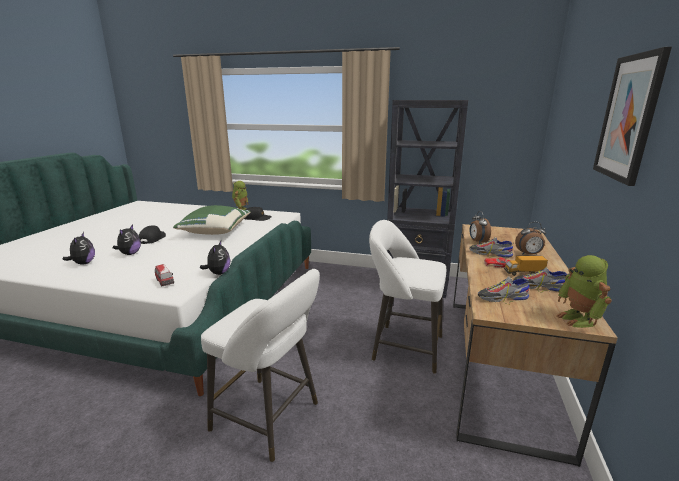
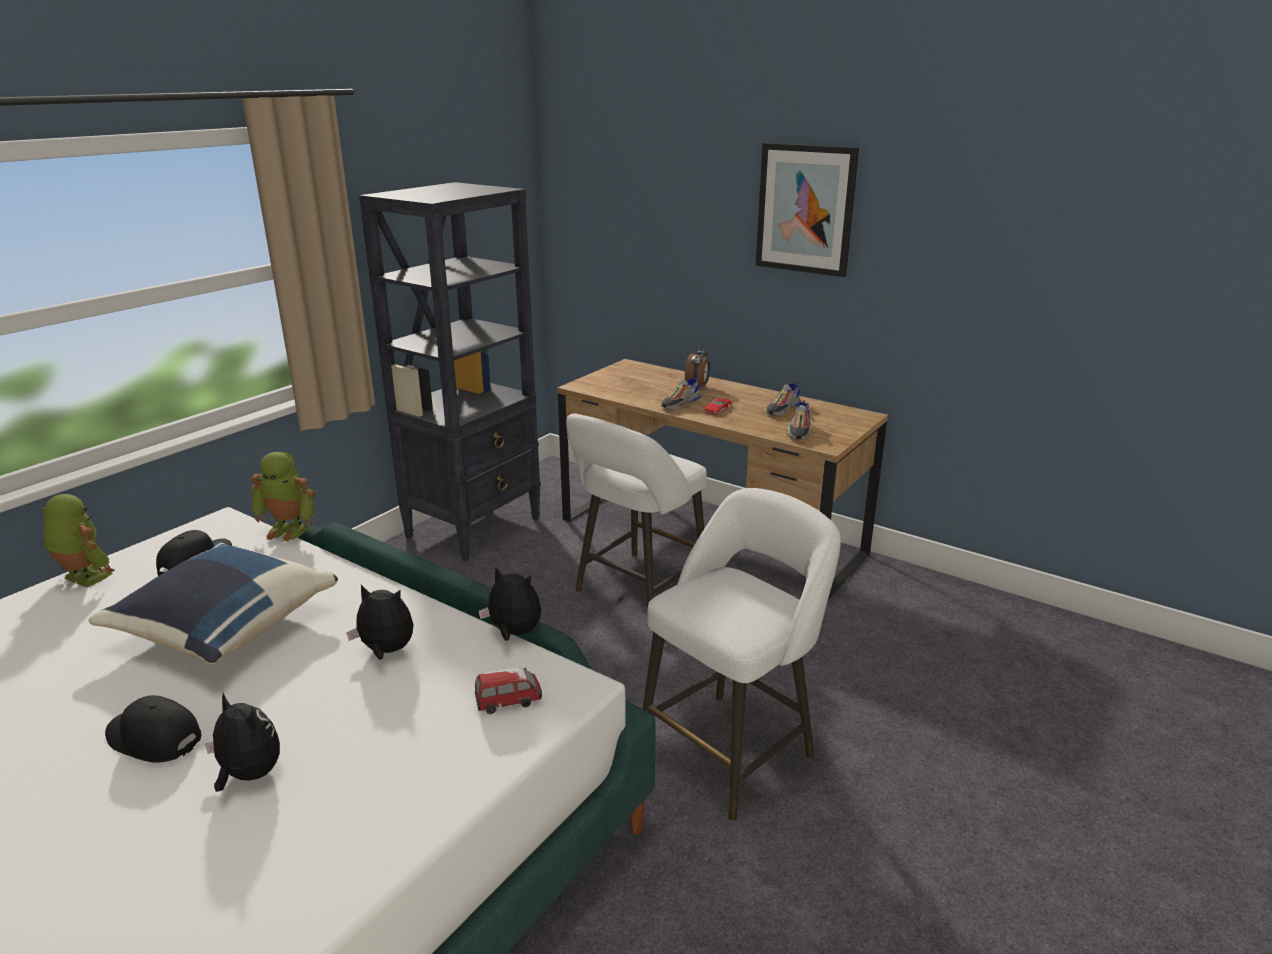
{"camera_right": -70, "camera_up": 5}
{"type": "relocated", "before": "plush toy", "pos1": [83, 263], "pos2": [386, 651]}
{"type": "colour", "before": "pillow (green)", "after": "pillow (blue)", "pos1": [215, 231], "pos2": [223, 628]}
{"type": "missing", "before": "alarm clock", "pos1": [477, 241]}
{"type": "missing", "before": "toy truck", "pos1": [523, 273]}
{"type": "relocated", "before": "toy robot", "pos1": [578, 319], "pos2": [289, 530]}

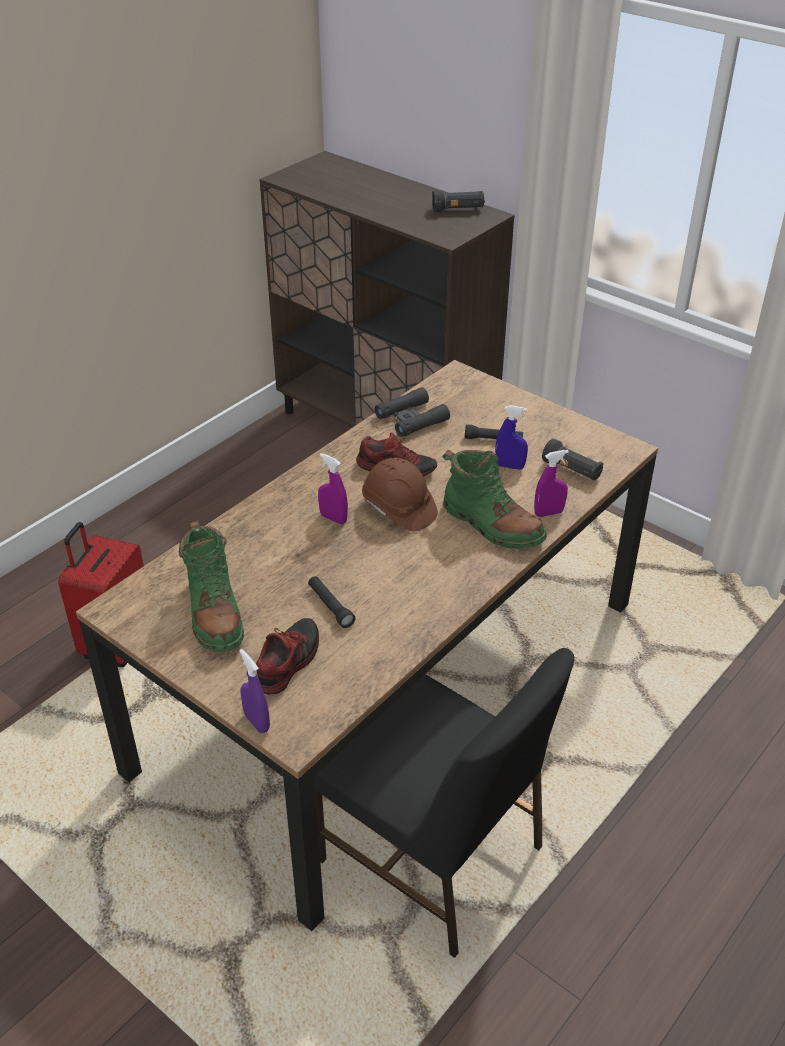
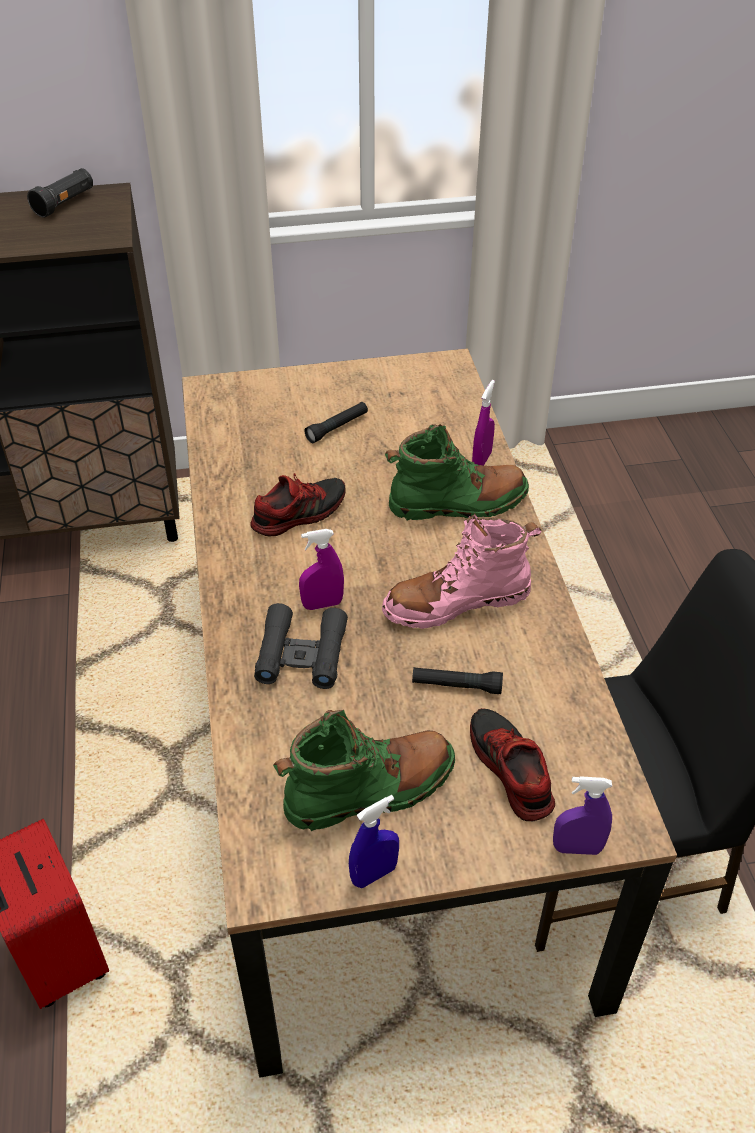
{"camera_right": -50, "camera_up": 5}
{"type": "spun", "before": "boot (green)", "pos1": [214, 613], "pos2": [370, 790], "turn": -45}
{"type": "missing", "before": "hard hat (brown)", "pos1": [398, 509]}
{"type": "relocated", "before": "binoculars (black)", "pos1": [411, 419], "pos2": [301, 654]}
{"type": "relocated", "before": "spray bottle (blue)", "pos1": [510, 466], "pos2": [374, 874]}
{"type": "missing", "before": "flashlight (black)", "pos1": [572, 471]}
{"type": "appeared", "after": "boot (pink)", "pos2": [456, 602]}

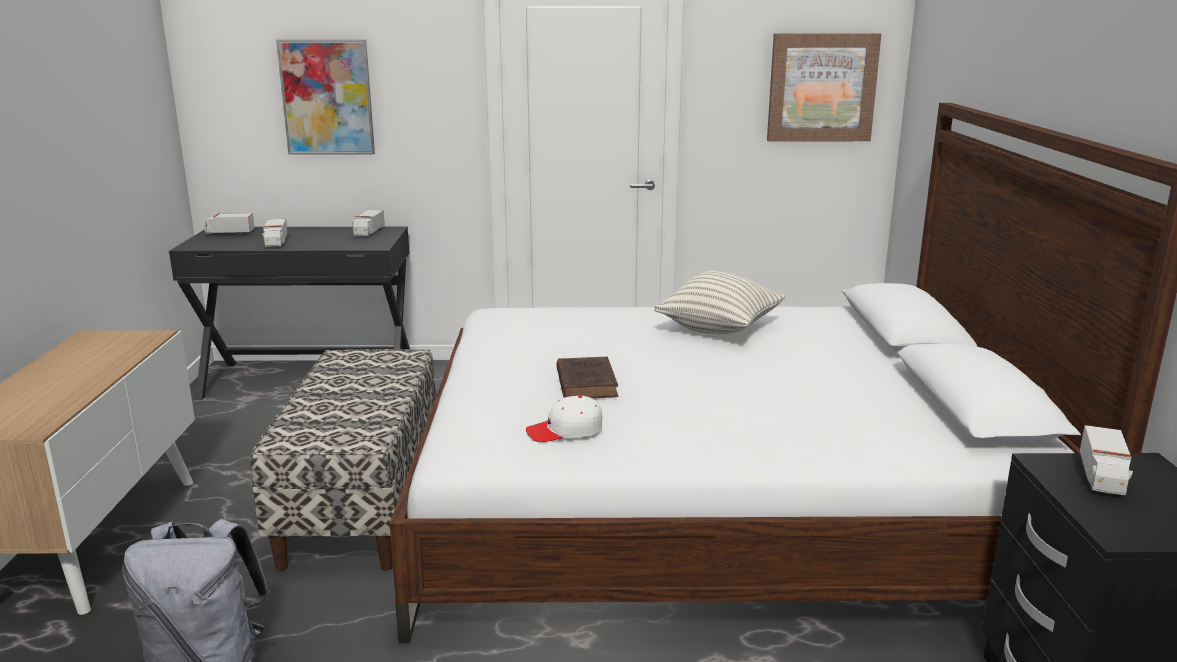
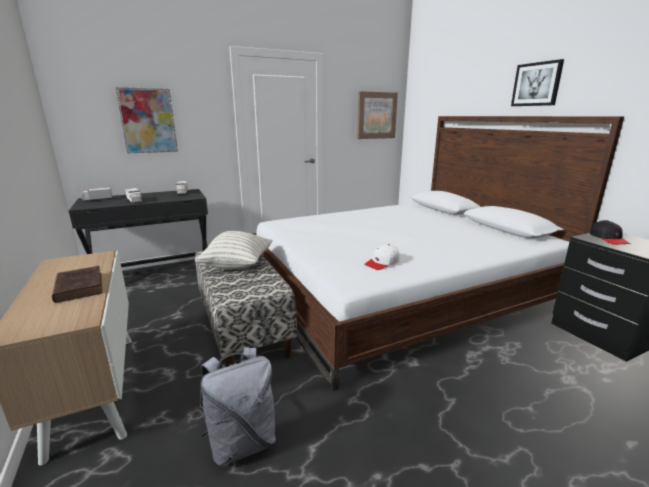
{"camera_right": -25, "camera_up": 0}
{"type": "relocated", "before": "book (brown)", "pos1": [586, 382], "pos2": [79, 286]}
{"type": "relocated", "before": "pillow", "pos1": [719, 330], "pos2": [237, 265]}
{"type": "exchanged", "before": "toy truck", "after": "cap (black)", "pos1": [1102, 477], "pos2": [608, 239]}
{"type": "appeared", "after": "picture", "pos2": [536, 84]}

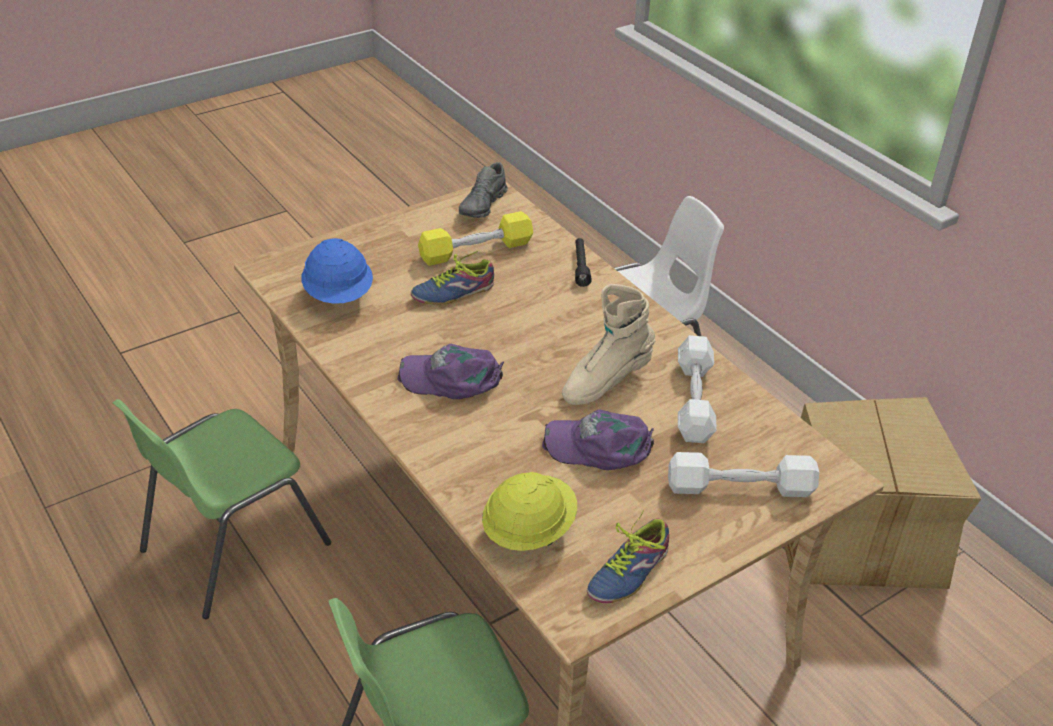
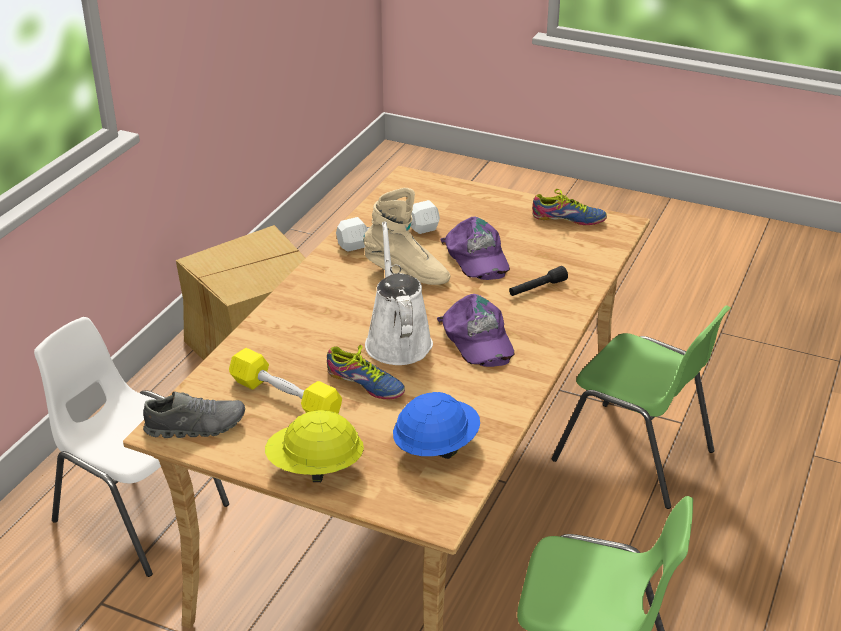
{"camera_right": -120, "camera_up": -5}
{"type": "relocated", "before": "hard hat (yellow)", "pos1": [528, 530], "pos2": [315, 468]}
{"type": "relocated", "before": "flashlight (black)", "pos1": [581, 267], "pos2": [537, 288]}
{"type": "missing", "before": "dumbbell (white)", "pos1": [739, 488]}
{"type": "appeared", "after": "watering can (white)", "pos2": [397, 340]}

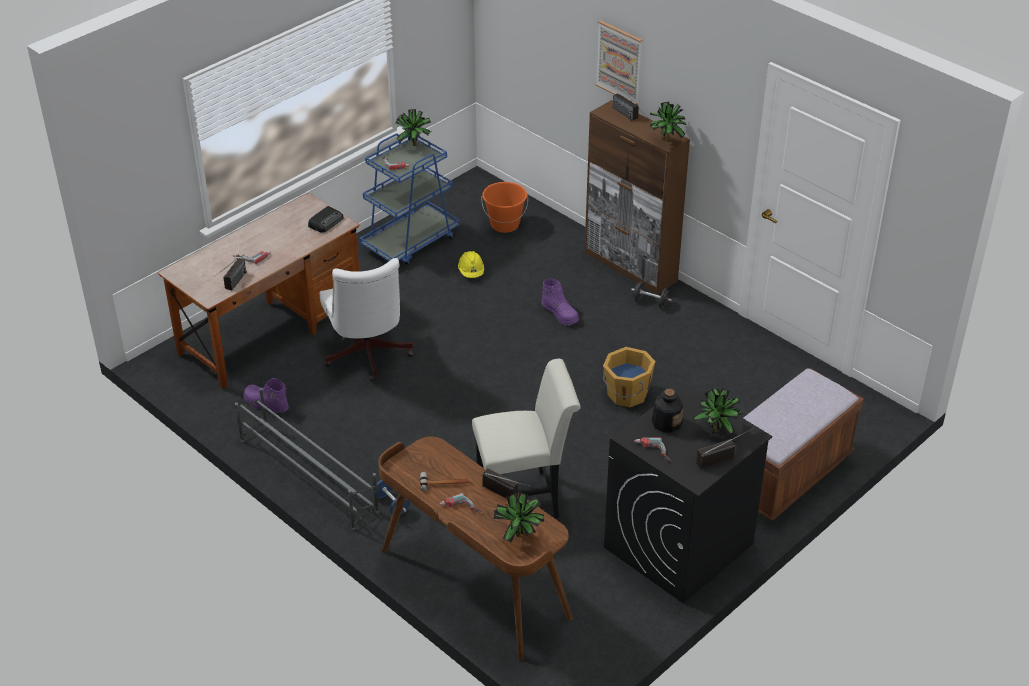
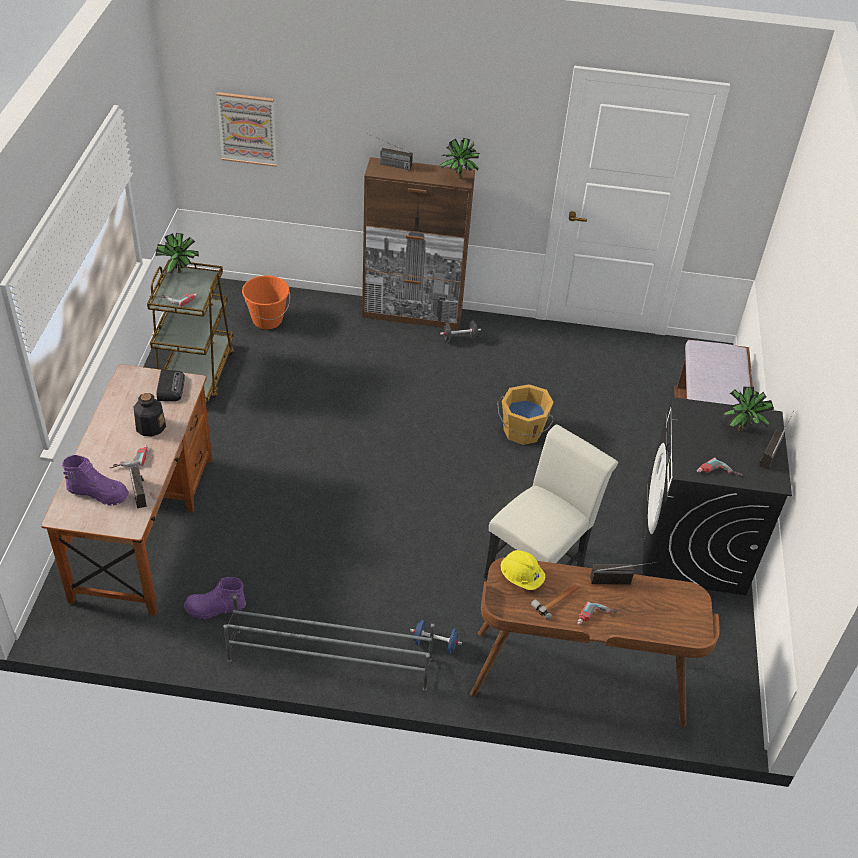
{"camera_right": -40, "camera_up": 5}
{"type": "missing", "before": "office chair (white)", "pos1": [367, 357]}
{"type": "colour", "before": "cart (blue)", "after": "cart (brown)", "pos1": [411, 242], "pos2": [196, 373]}
{"type": "relocated", "before": "hard hat (yellow)", "pos1": [471, 272], "pos2": [521, 577]}
{"type": "missing", "before": "potted plant", "pos1": [520, 537]}
{"type": "relocated", "before": "boot (purple)", "pos1": [560, 314], "pos2": [98, 493]}
{"type": "relocated", "before": "picture", "pos1": [619, 62], "pos2": [247, 129]}
{"type": "relocated", "before": "bottle", "pos1": [666, 422], "pos2": [150, 426]}

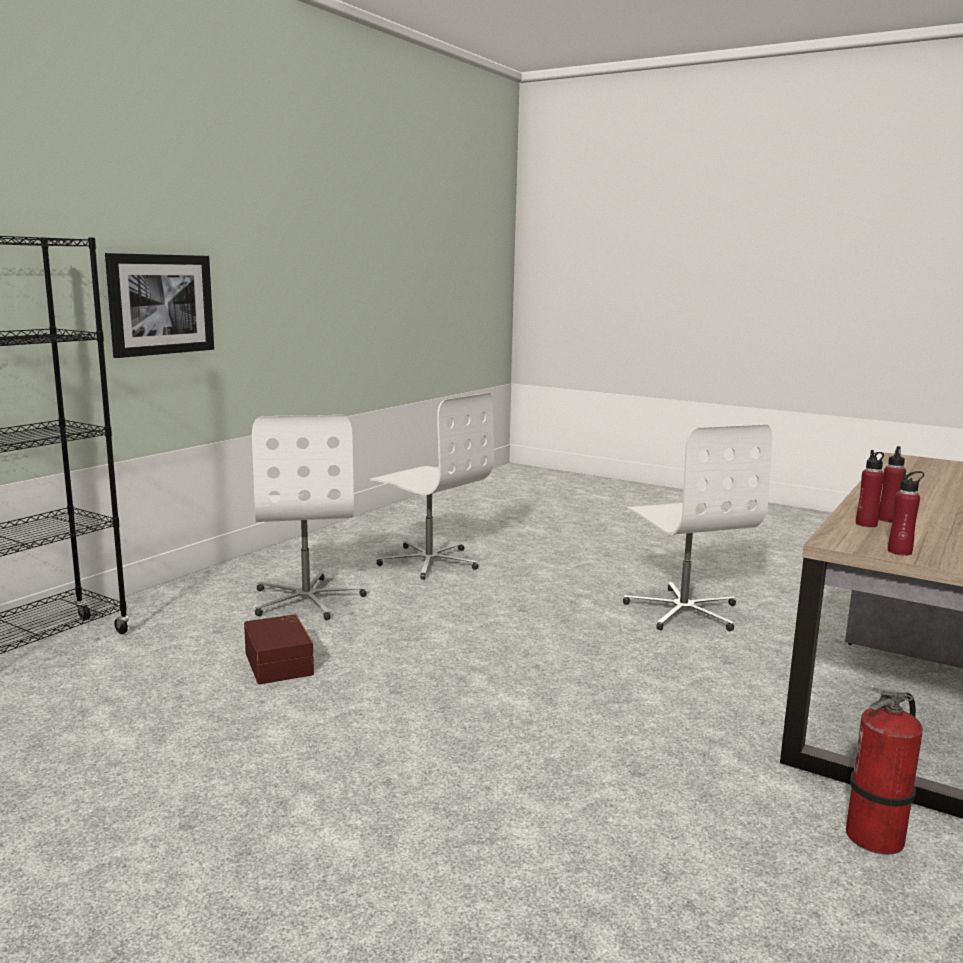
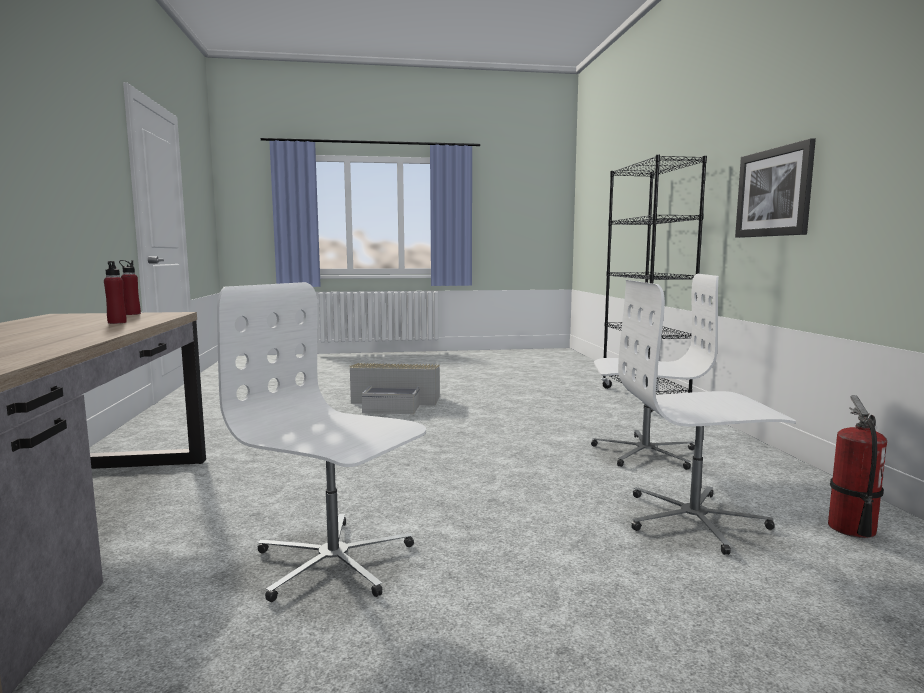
{"camera_right": 140, "camera_up": -5}
{"type": "missing", "before": "storage box (brown)", "pos1": [281, 663]}
{"type": "spun", "before": "office chair (white)", "pos1": [307, 599], "pos2": [644, 452], "turn": 150}
{"type": "relocated", "before": "fire extinguisher", "pos1": [876, 837], "pos2": [851, 529]}
{"type": "missing", "before": "bottle (red)", "pos1": [866, 524]}
{"type": "appeared", "after": "storage box (grey)", "pos2": [396, 402]}

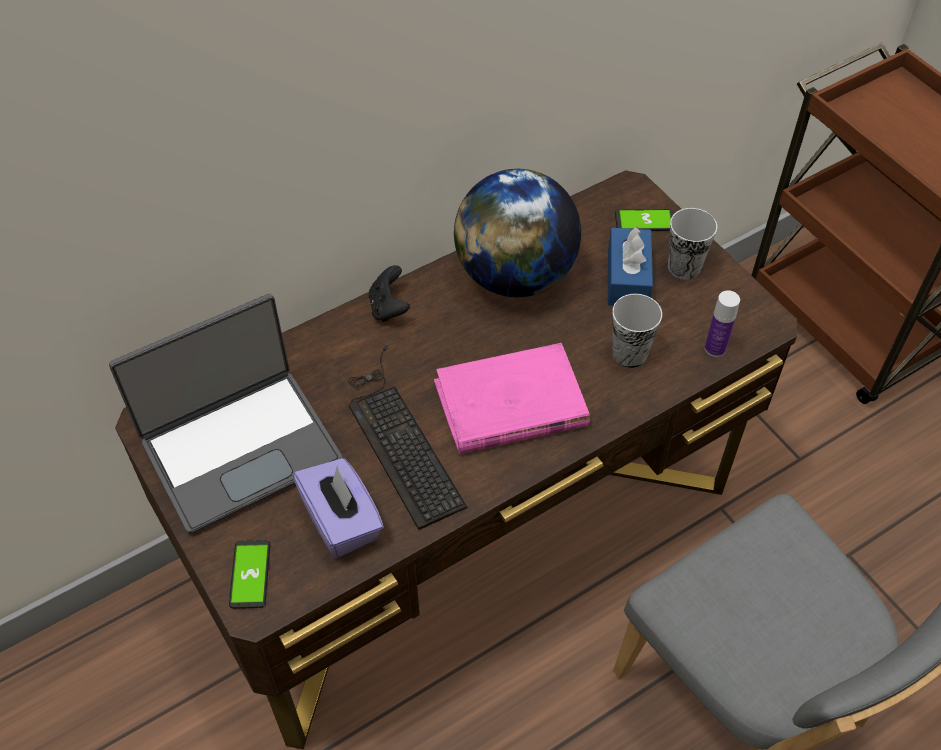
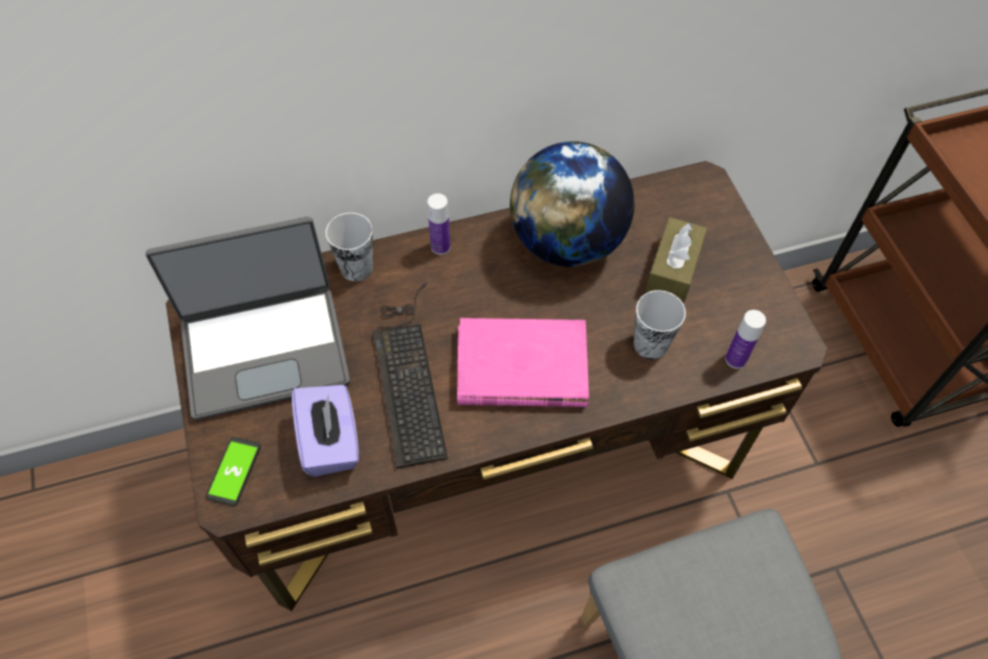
{"camera_right": 15, "camera_up": 5}
{"type": "exchanged", "before": "game controller (black)", "after": "bottle", "pos1": [389, 307], "pos2": [440, 246]}
{"type": "colour", "before": "tissue box (blue)", "after": "tissue box (brown)", "pos1": [627, 278], "pos2": [673, 269]}
{"type": "missing", "before": "phone", "pos1": [645, 221]}
{"type": "relocated", "before": "cup", "pos1": [684, 267], "pos2": [356, 268]}

